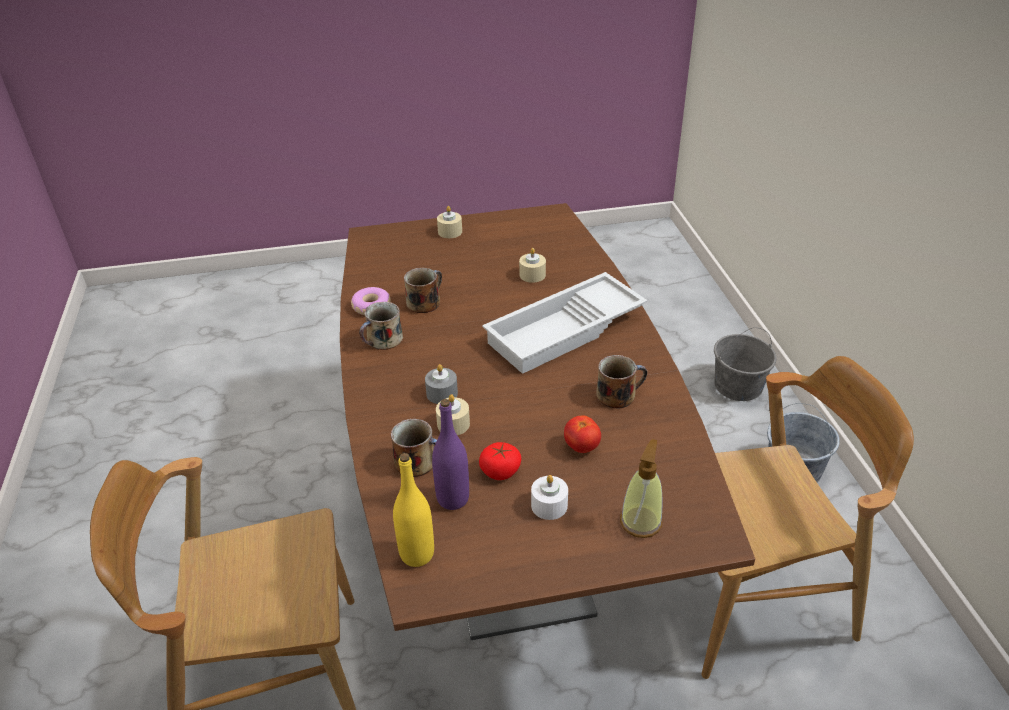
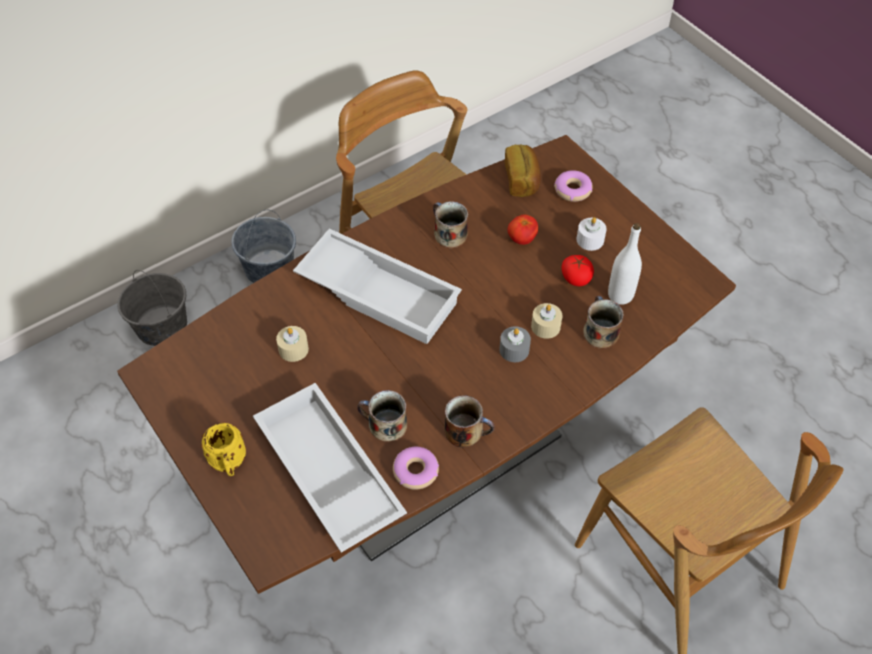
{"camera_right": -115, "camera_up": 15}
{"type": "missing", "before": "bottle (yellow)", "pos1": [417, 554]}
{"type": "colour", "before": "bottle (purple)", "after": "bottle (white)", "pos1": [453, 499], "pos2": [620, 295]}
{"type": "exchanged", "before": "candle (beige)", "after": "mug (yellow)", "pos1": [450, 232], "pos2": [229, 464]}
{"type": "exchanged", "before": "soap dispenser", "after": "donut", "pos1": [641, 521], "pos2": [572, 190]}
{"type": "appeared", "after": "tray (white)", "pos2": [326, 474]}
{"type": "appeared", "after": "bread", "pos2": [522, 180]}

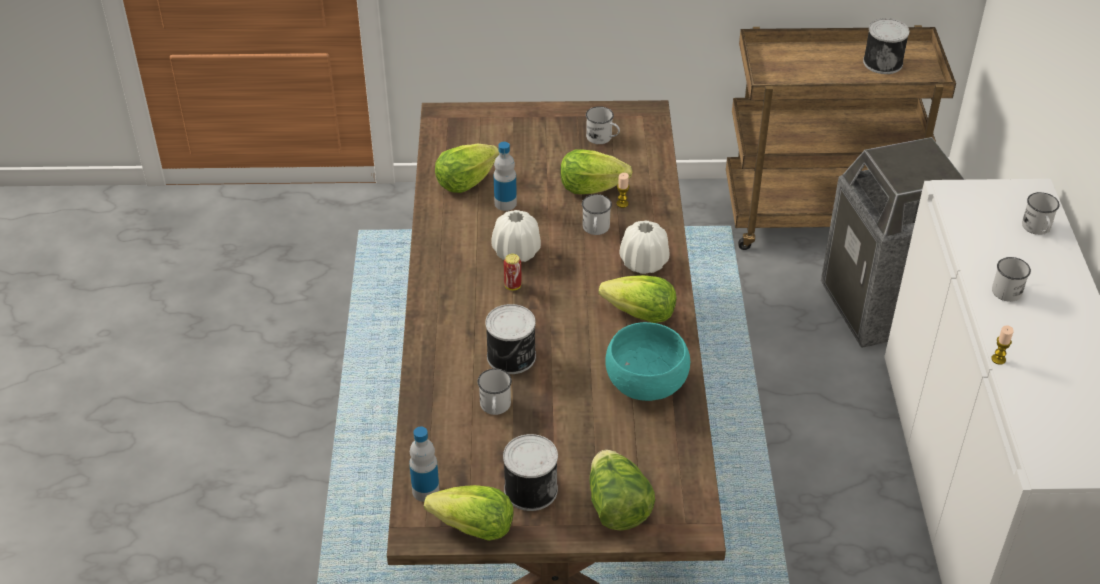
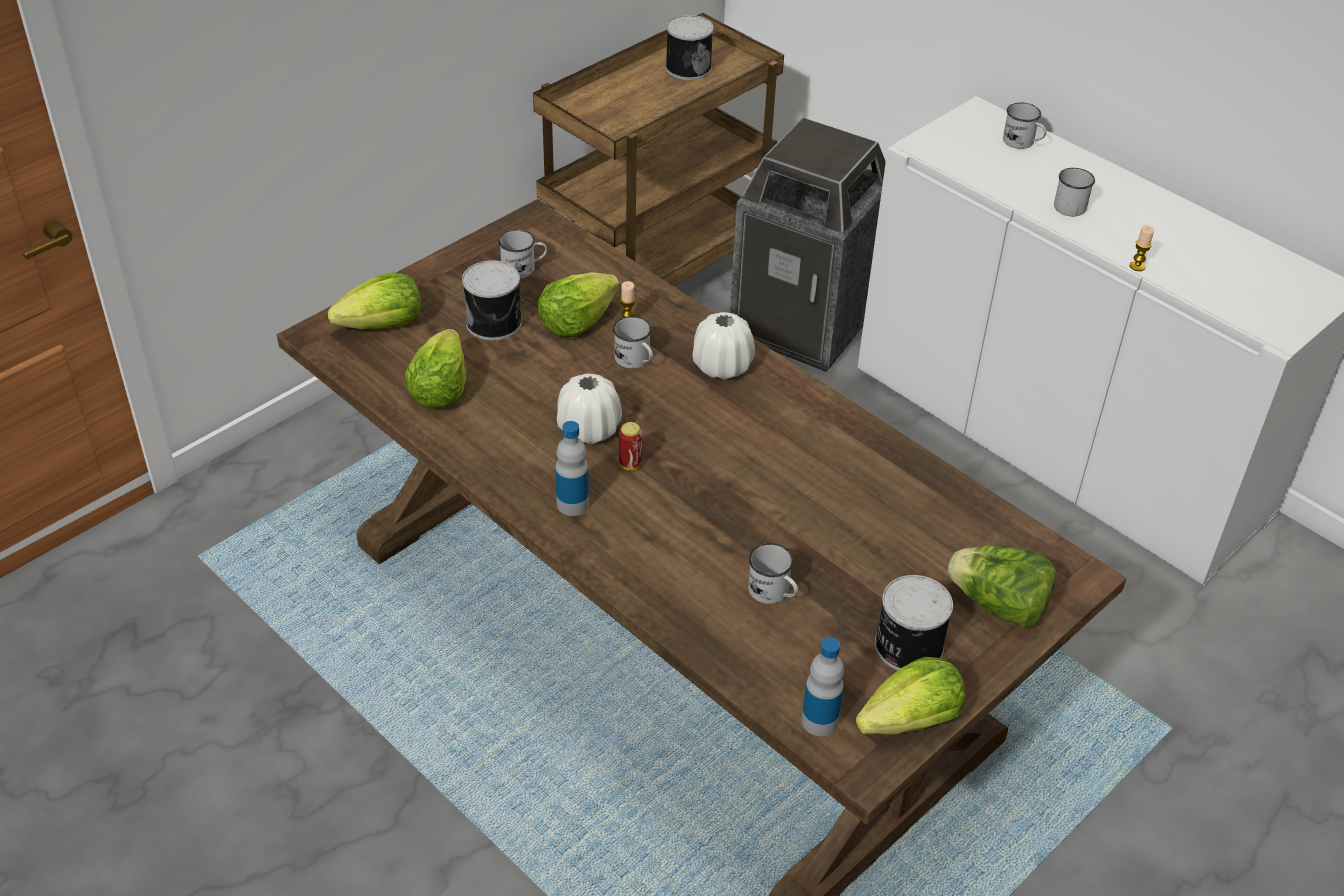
{"camera_right": -45, "camera_up": 0}
{"type": "relocated", "before": "can", "pos1": [512, 357], "pos2": [495, 322]}
{"type": "relocated", "before": "bottle", "pos1": [505, 203], "pos2": [572, 504]}
{"type": "relocated", "before": "lettuce", "pos1": [640, 314], "pos2": [382, 326]}
{"type": "missing", "before": "bowl (turquoise)", "pos1": [646, 383]}

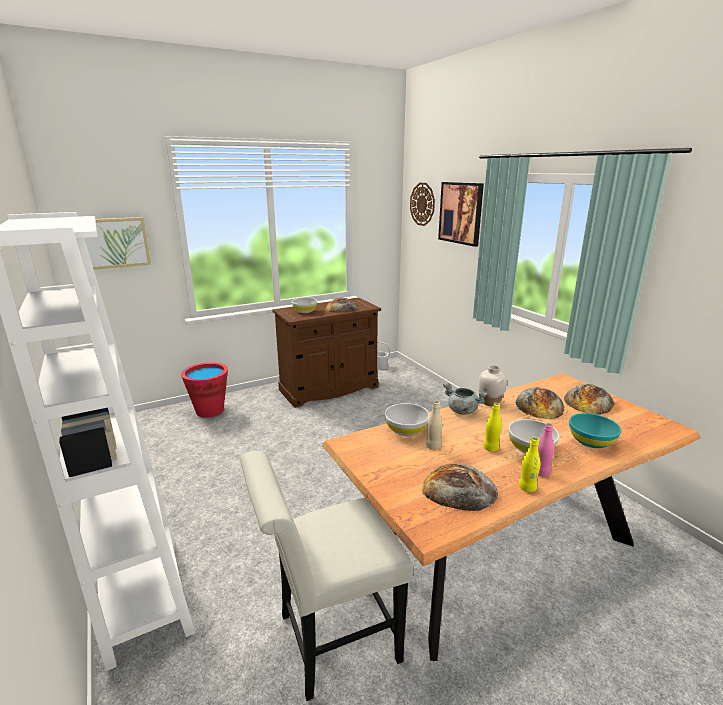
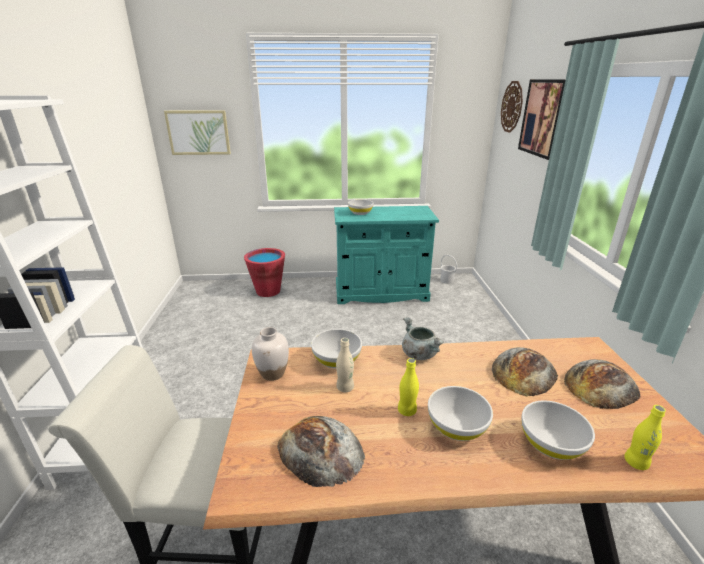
{"camera_right": 25, "camera_up": 5}
{"type": "colour", "before": "cabinet (brown)", "after": "cabinet (turquoise)", "pos1": [329, 388], "pos2": [381, 292]}
{"type": "missing", "before": "bread", "pos1": [342, 308]}
{"type": "relocated", "before": "vase (white)", "pos1": [490, 402], "pos2": [273, 373]}
{"type": "relocated", "before": "bottle (yellow)", "pos1": [527, 488], "pos2": [635, 462]}
{"type": "missing", "before": "bottle (pink)", "pos1": [541, 472]}
{"type": "colour", "before": "bowl (turquoise)", "after": "bowl (white)", "pos1": [591, 441], "pos2": [550, 443]}

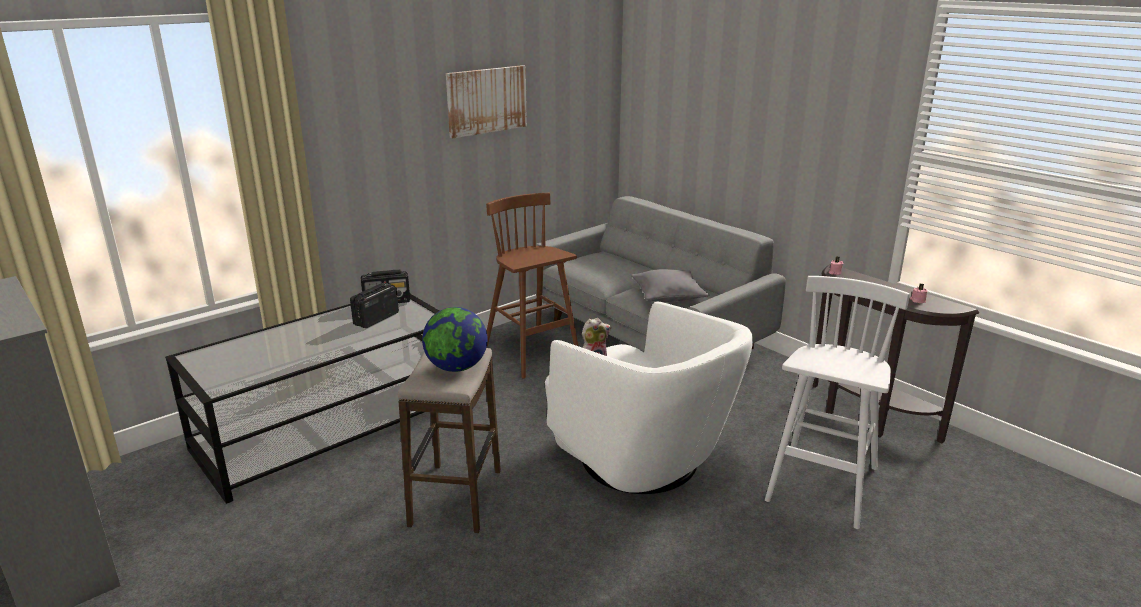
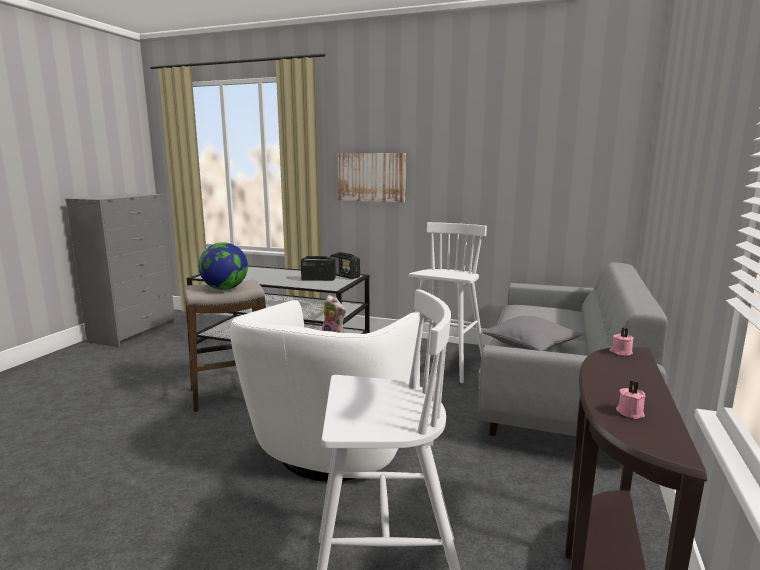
{"camera_right": 60, "camera_up": -10}
{"type": "relocated", "before": "picture", "pos1": [486, 100], "pos2": [371, 177]}
{"type": "colour", "before": "stool (brown)", "after": "stool (white)", "pos1": [532, 354], "pos2": [445, 364]}

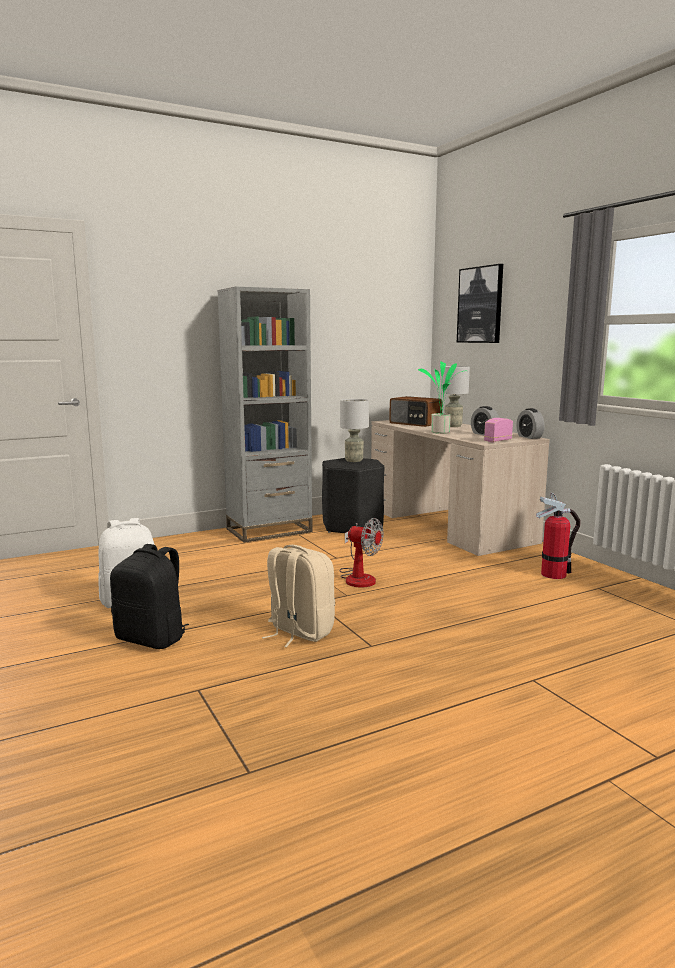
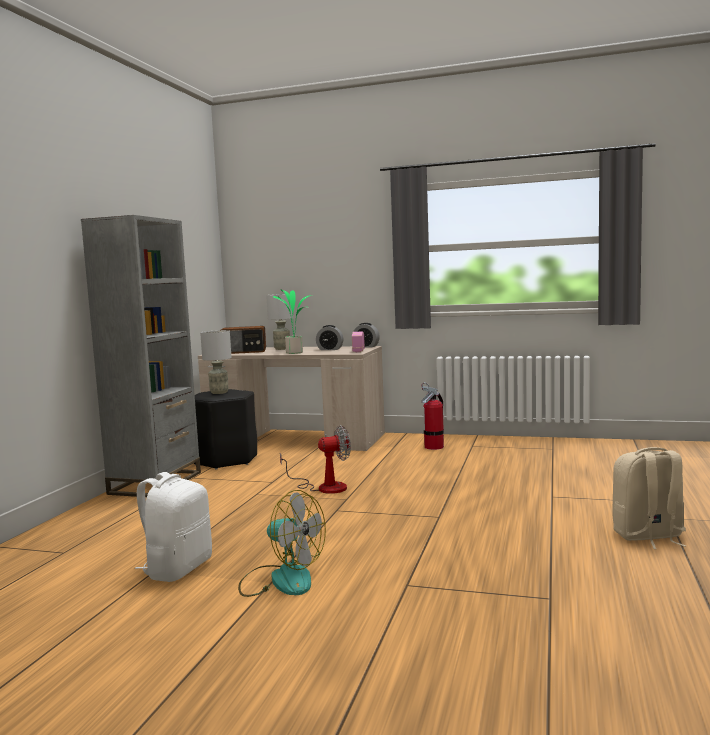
{"camera_right": -45, "camera_up": -5}
{"type": "exchanged", "before": "backpack (black)", "after": "fan", "pos1": [152, 639], "pos2": [281, 579]}
{"type": "relocated", "before": "backpack (beige)", "pos1": [299, 632], "pos2": [648, 536]}
{"type": "missing", "before": "picture", "pos1": [480, 305]}

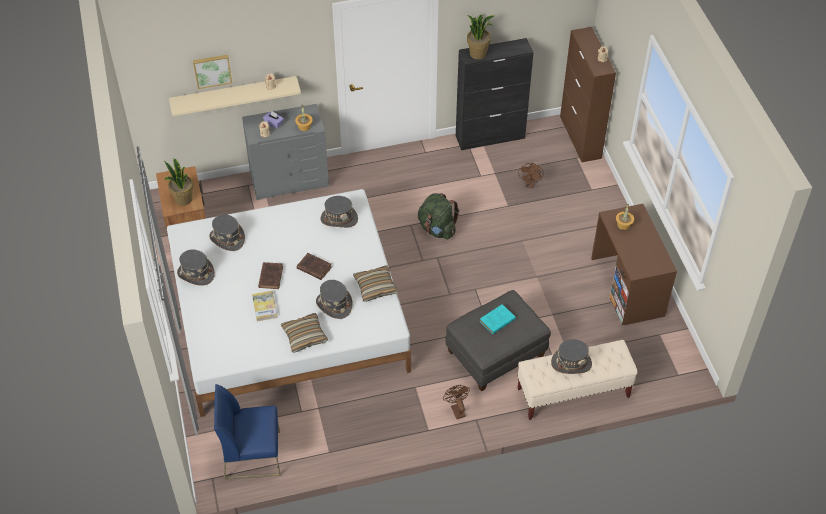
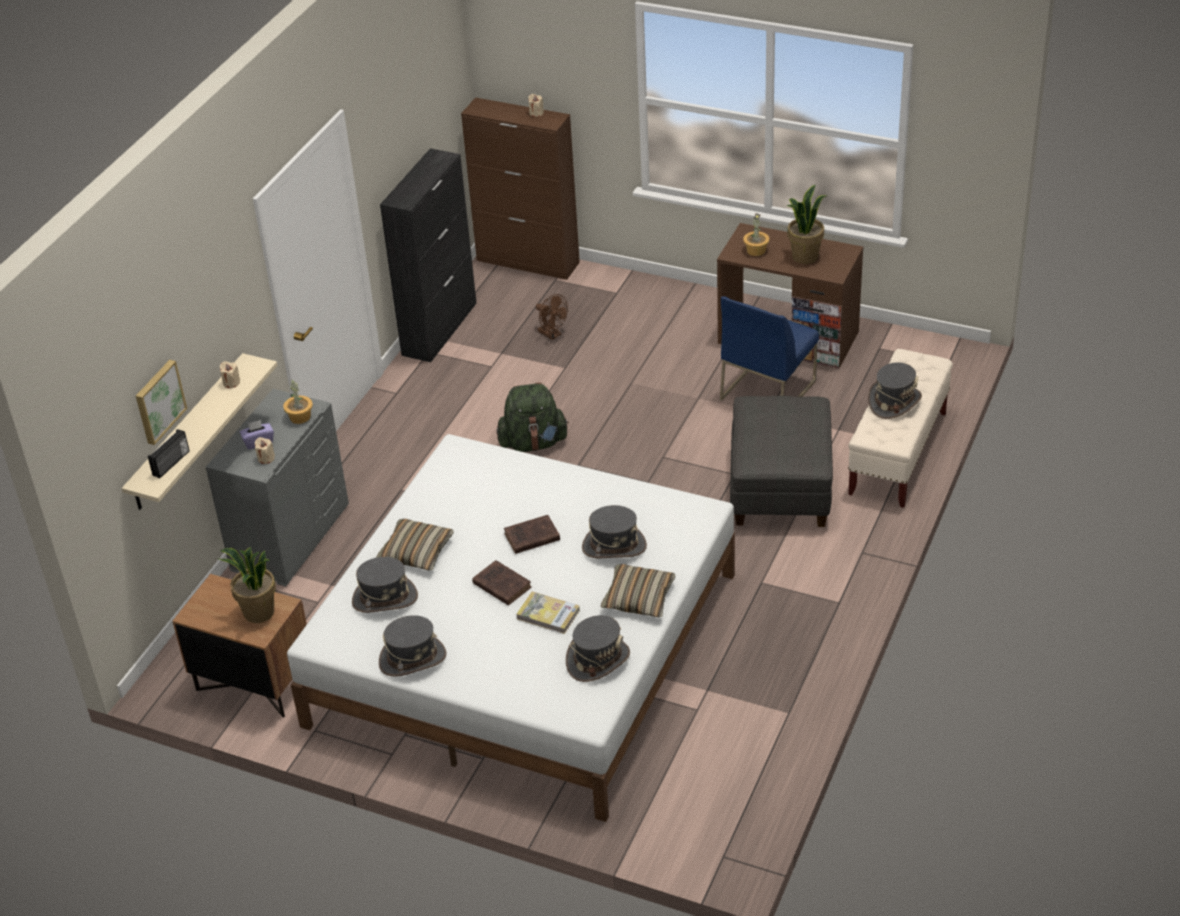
{"camera_right": -50, "camera_up": -10}
{"type": "relocated", "before": "chair (blue)", "pos1": [252, 454], "pos2": [767, 389]}
{"type": "relocated", "before": "hat (grey)", "pos1": [339, 219], "pos2": [598, 660]}
{"type": "relocated", "before": "pillow", "pos1": [375, 287], "pos2": [416, 552]}
{"type": "missing", "before": "fan (brown)", "pos1": [456, 409]}
{"type": "relocated", "before": "potted plant", "pos1": [478, 53], "pos2": [804, 256]}
{"type": "missing", "before": "book (turquoise)", "pos1": [496, 321]}
{"type": "appeared", "after": "radio", "pos2": [172, 463]}

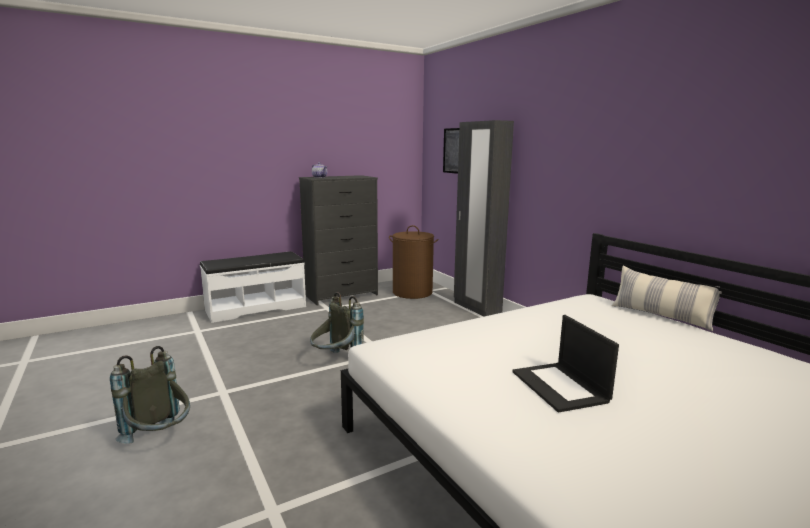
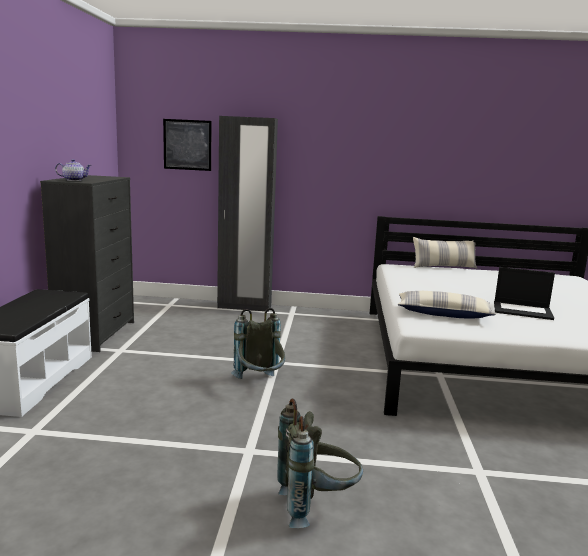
{"camera_right": -55, "camera_up": 0}
{"type": "missing", "before": "laundry basket (brown)", "pos1": [412, 292]}
{"type": "appeared", "after": "pillow", "pos2": [443, 314]}

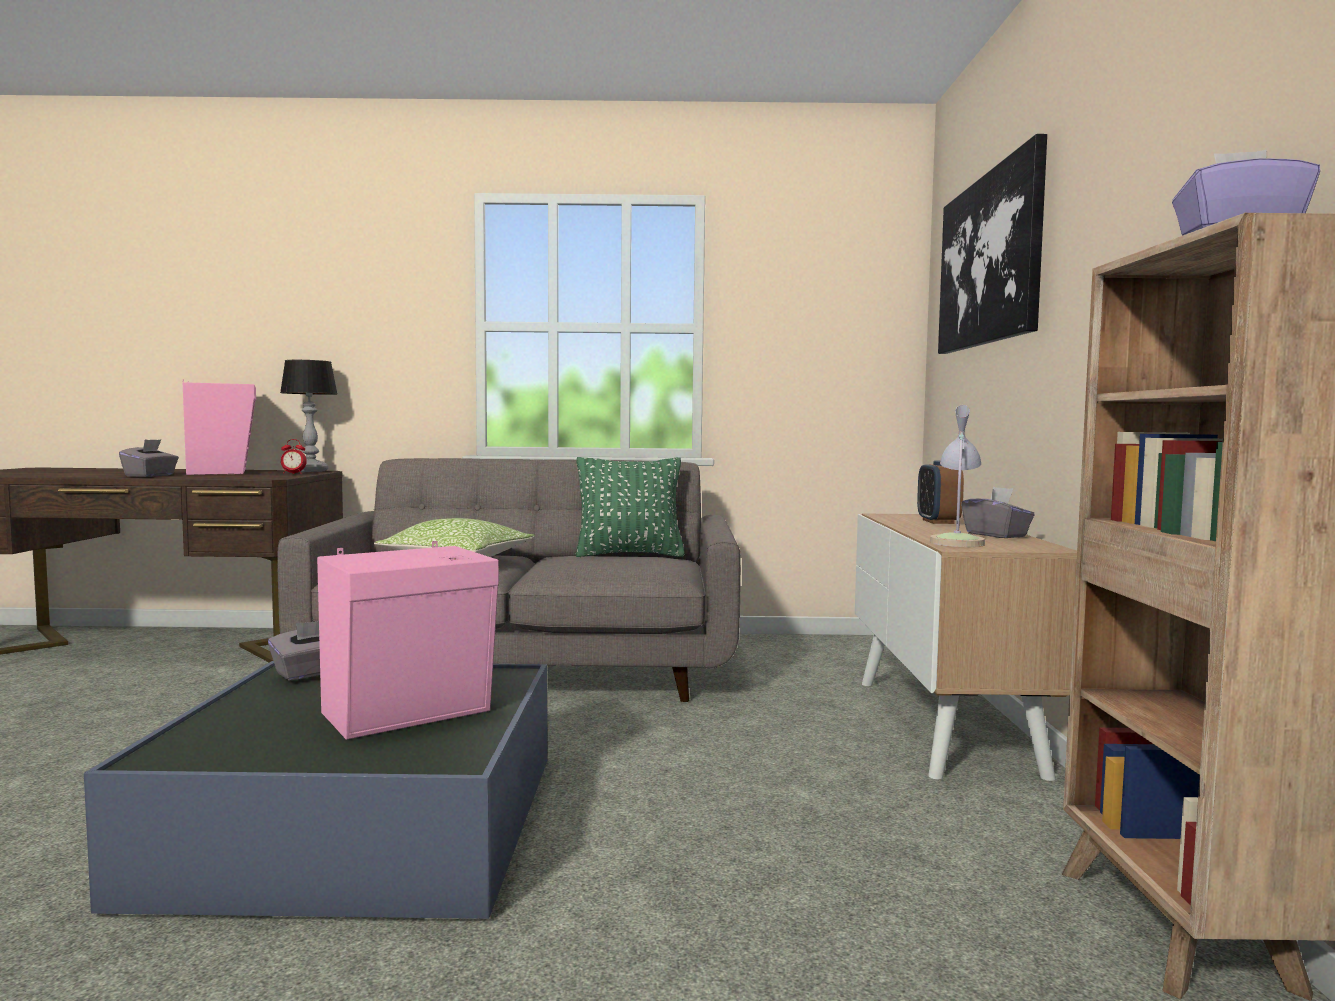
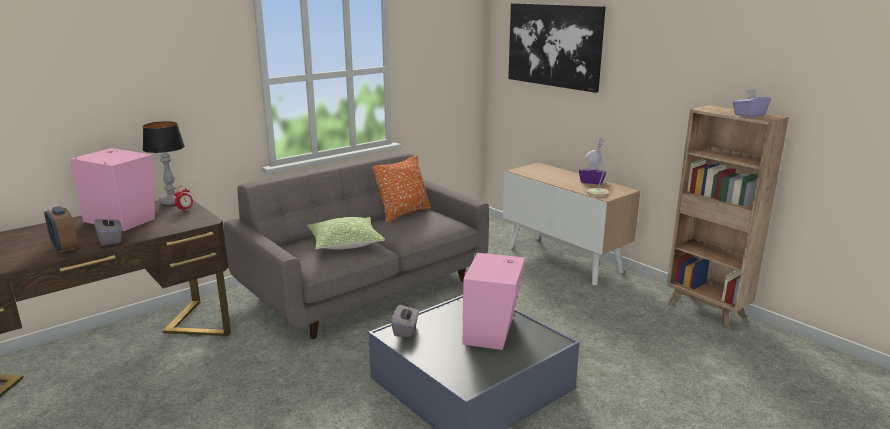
{"camera_right": -40, "camera_up": 15}
{"type": "colour", "before": "pillow (green)", "after": "pillow (orange)", "pos1": [629, 555], "pos2": [403, 213]}
{"type": "relocated", "before": "alarm clock", "pos1": [938, 521], "pos2": [65, 247]}
{"type": "colour", "before": "tissue box (grey)", "after": "tissue box (purple)", "pos1": [996, 535], "pos2": [592, 182]}

